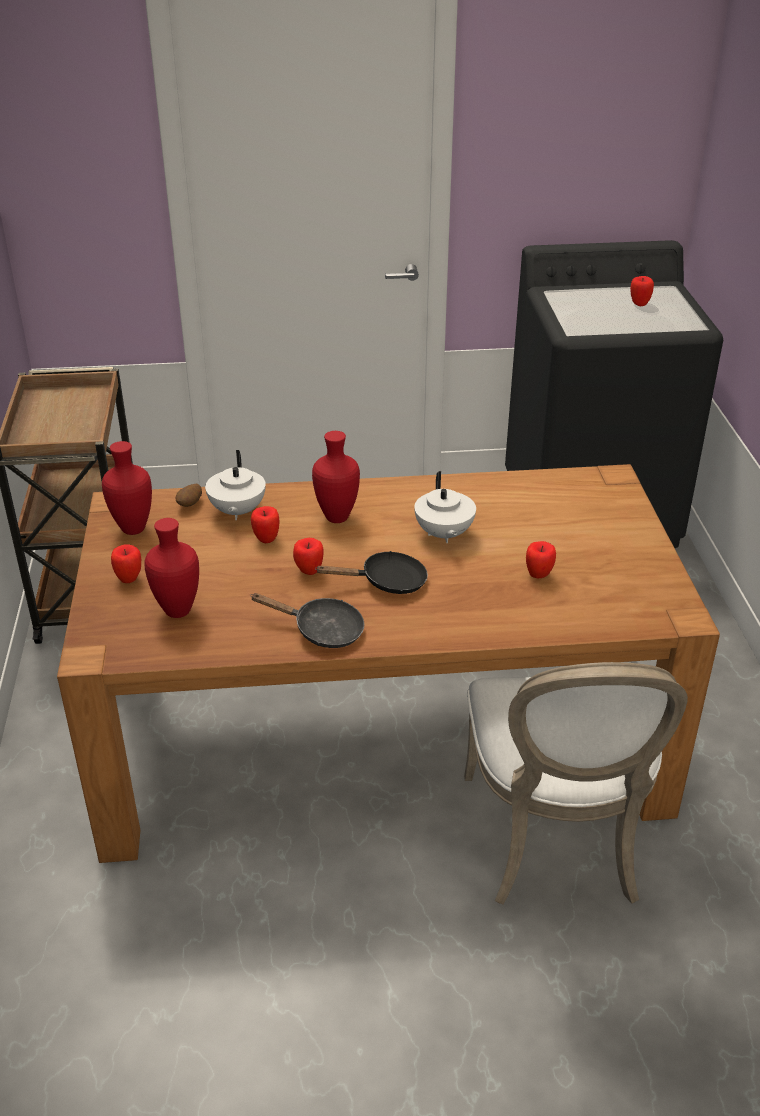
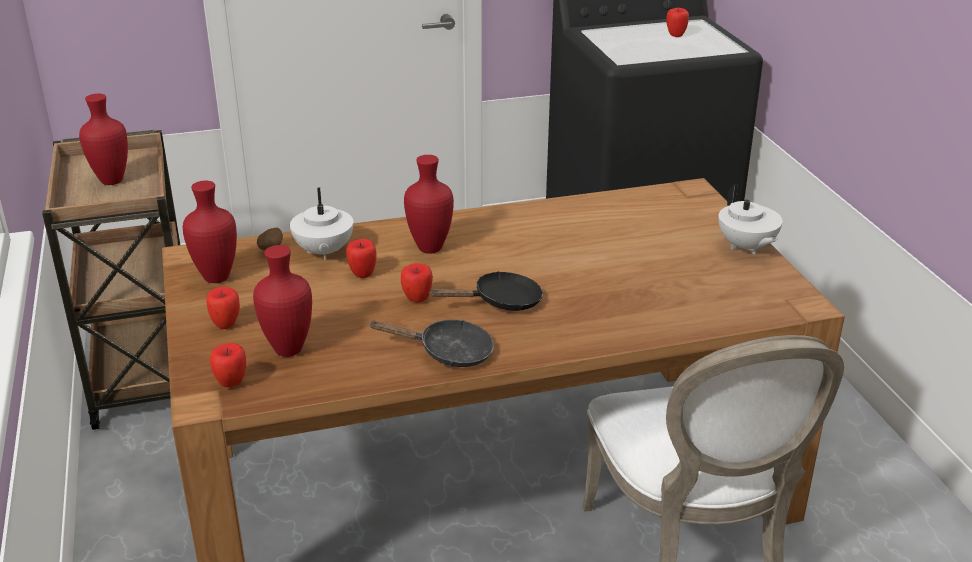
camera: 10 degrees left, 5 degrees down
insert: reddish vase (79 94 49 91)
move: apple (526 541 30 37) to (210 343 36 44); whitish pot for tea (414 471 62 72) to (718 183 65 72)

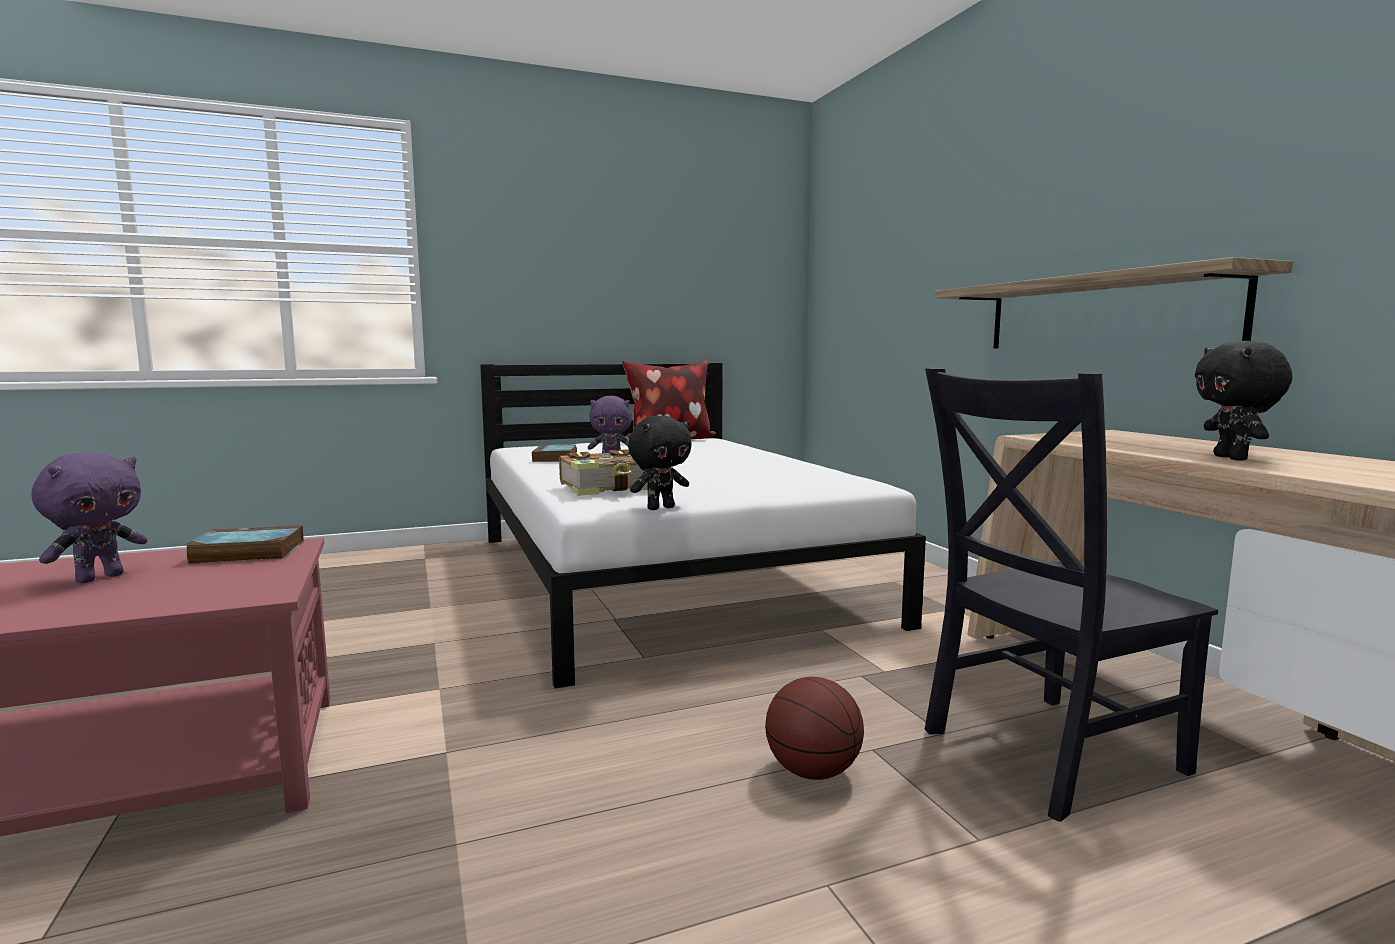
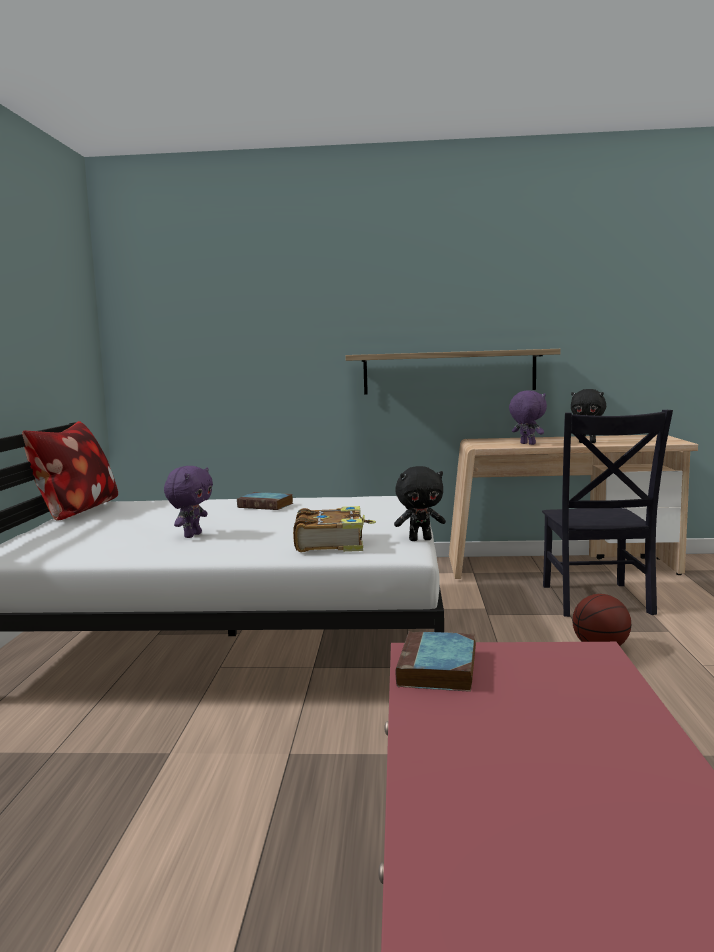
camera: 65 degrees left, 0 degrees up
move: volume (532 445 45 17) to (237 492 57 18); purplish plush toy (31 452 116 131) to (509 390 38 55)
rotate: black plush toy (628 416 64 94) = (394 466 52 75) 90 degrees clockwise

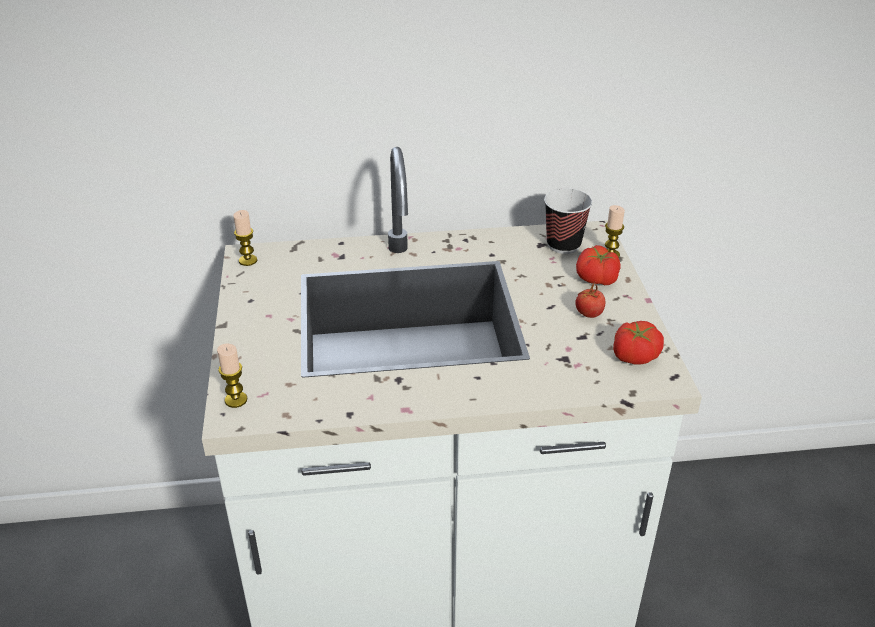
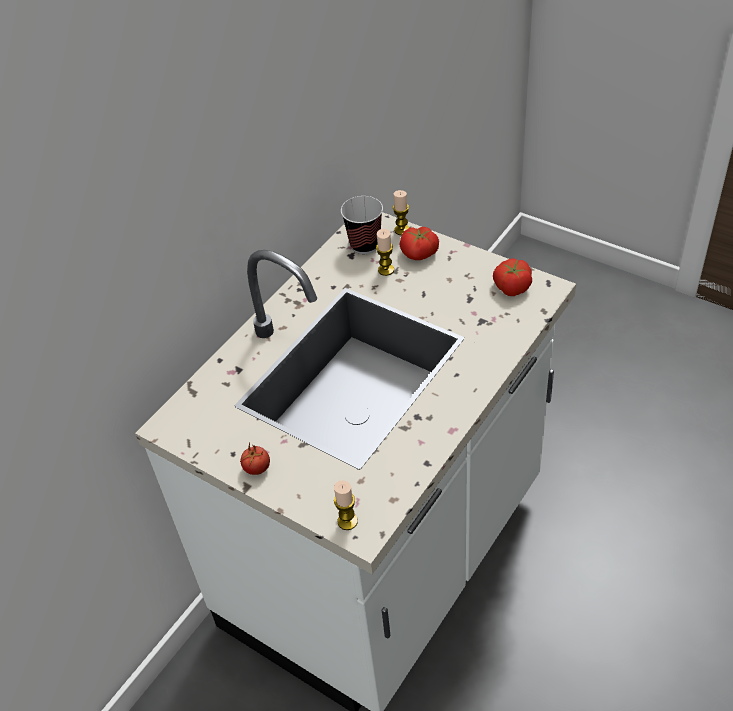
camera: 45 degrees left, 10 degrees up
move: tomato (575 280 30 38) to (240 442 30 33); wax candle (233 210 24 56) to (376 229 18 47)

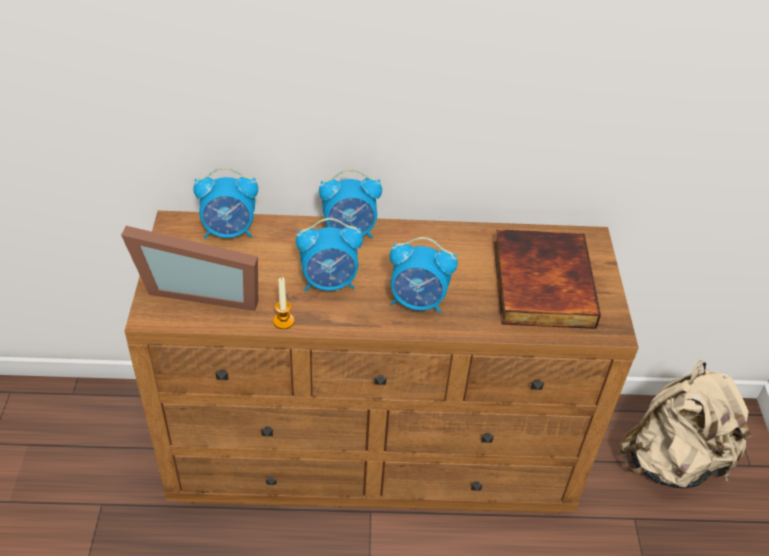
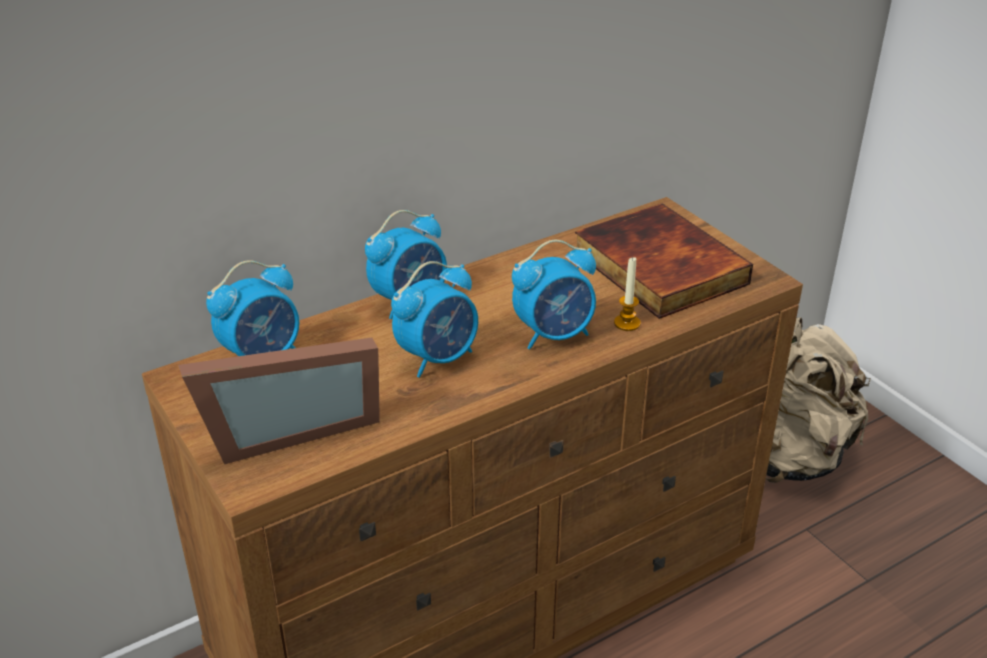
camera: 30 degrees left, 10 degrees down
move: wax candle (273 277 21 52) to (614 257 27 74)

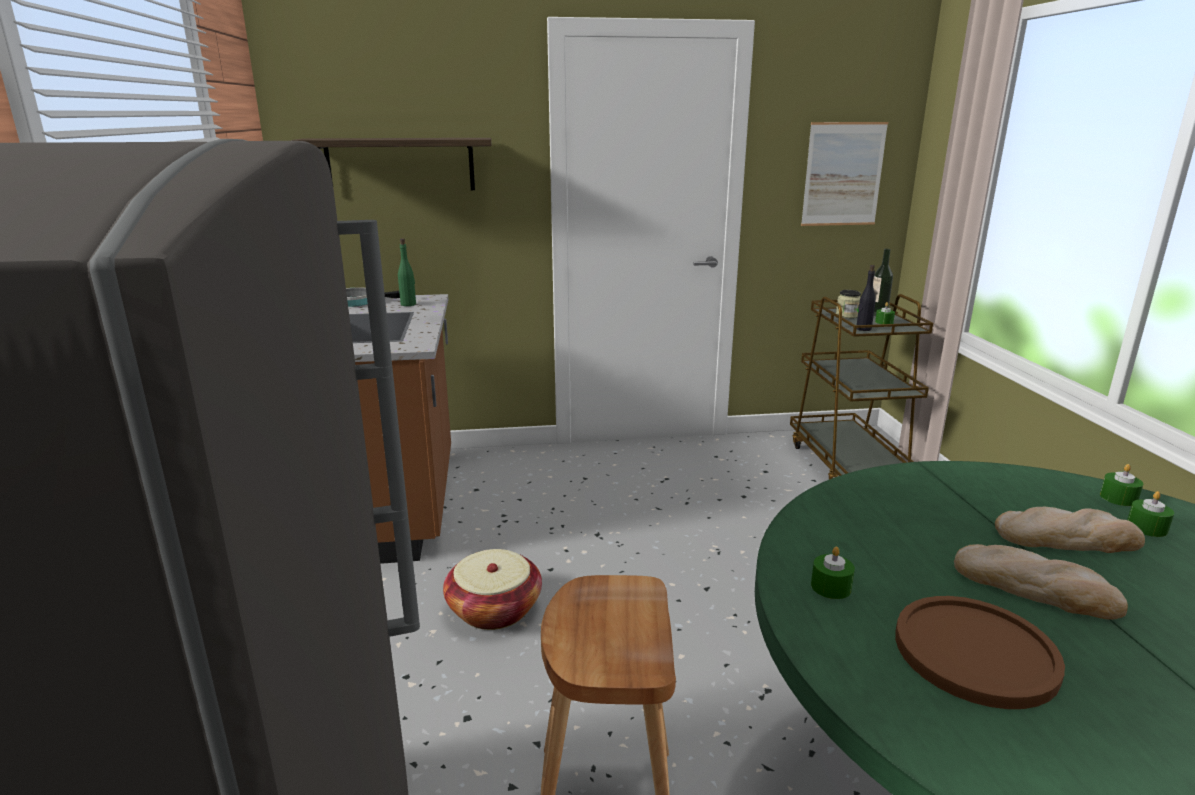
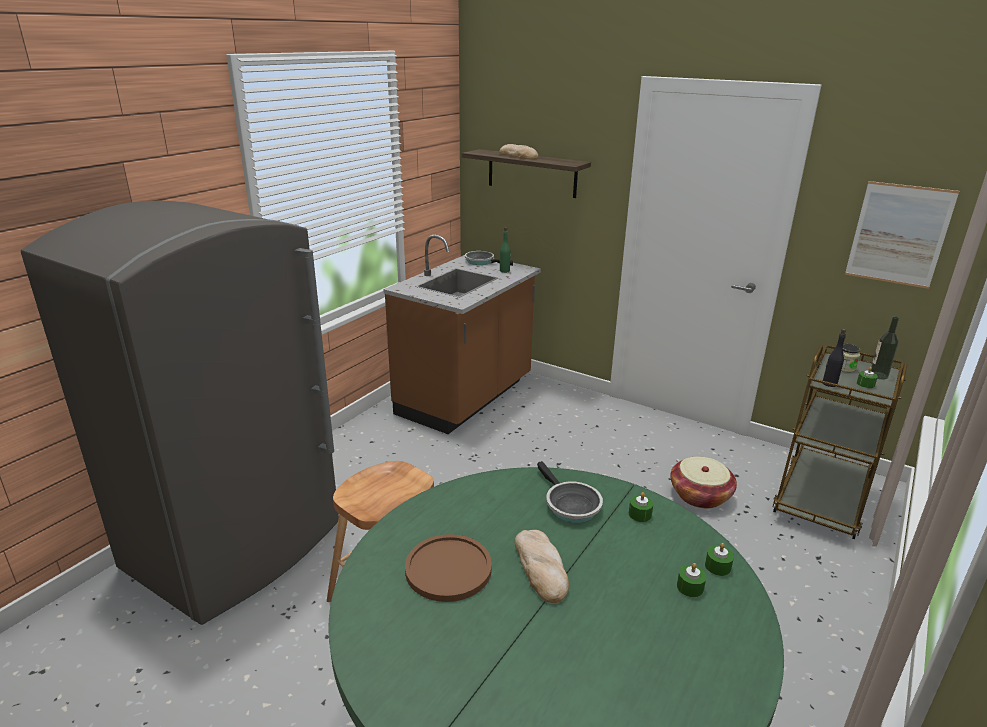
camera: 40 degrees right, 5 degrees up
insert: pan (537 461 66 62)
move: bread (995 507 150 46) to (499 144 39 15); green-coloured wax candle (811 547 44 52) to (629 492 24 30); basket (443 549 99 81) to (670 457 67 51)

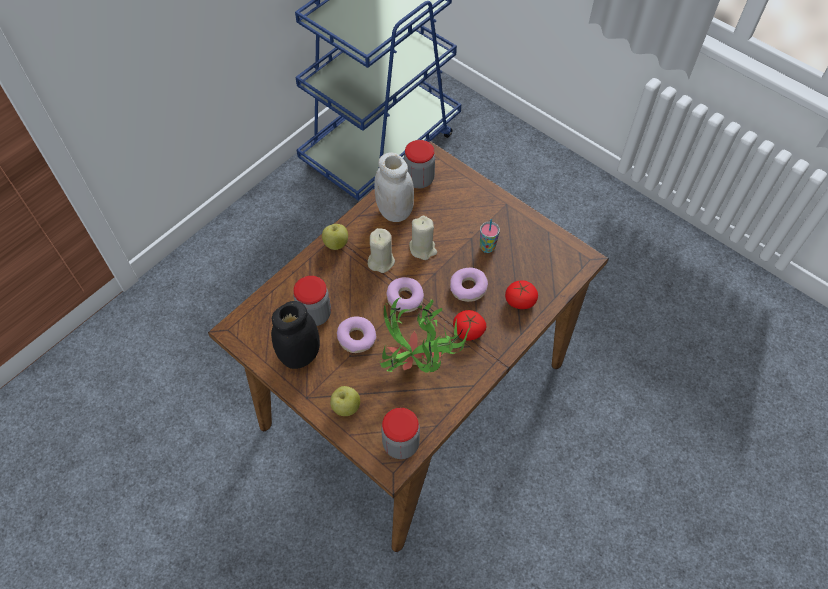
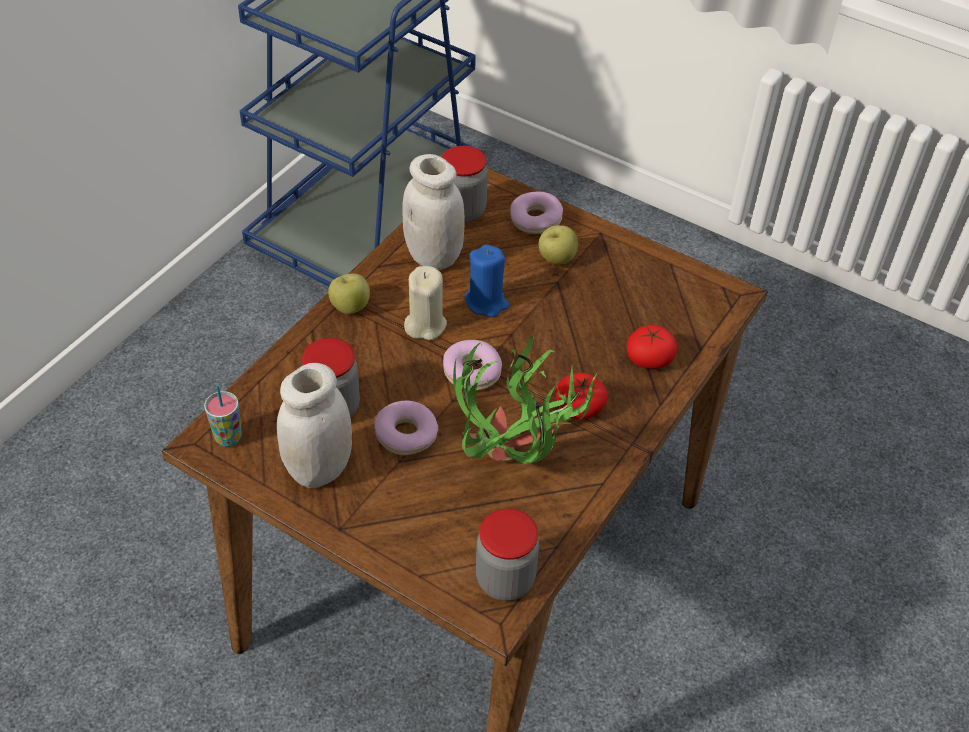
camera: 10 degrees left, 10 degrees down
move: drinking cup (480 219 20 34) to (204 385 38 62); donut (450 268 38 34) to (510 192 53 42); apple (330 386 30 30) to (539 225 39 39)
recolor: black preserve jar (271 301 49 68) to whitish preserve jar (277 363 75 125); beige wax candle (409 216 28 44) to blue-coloured wax candle (465 244 45 73)

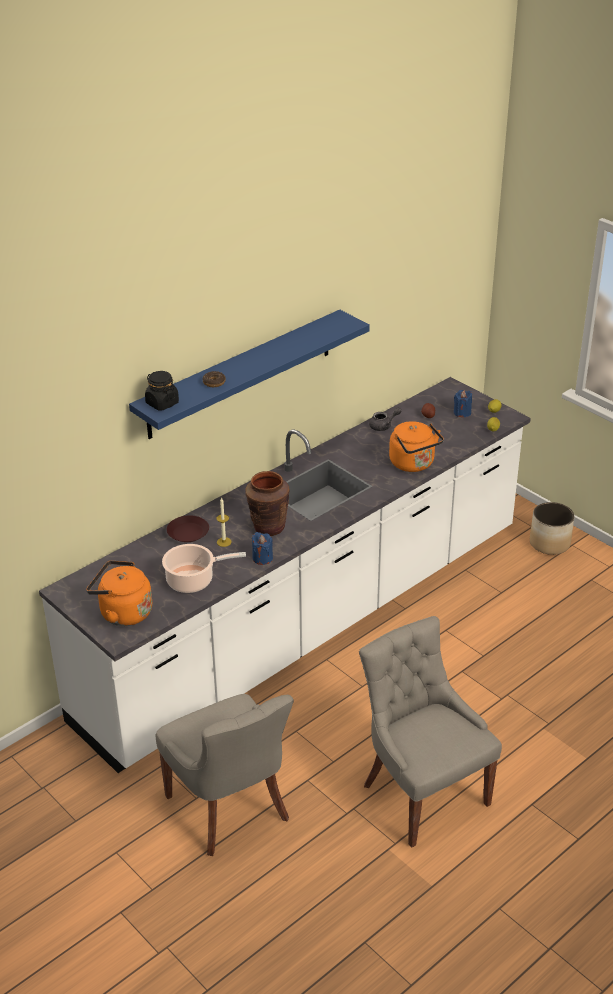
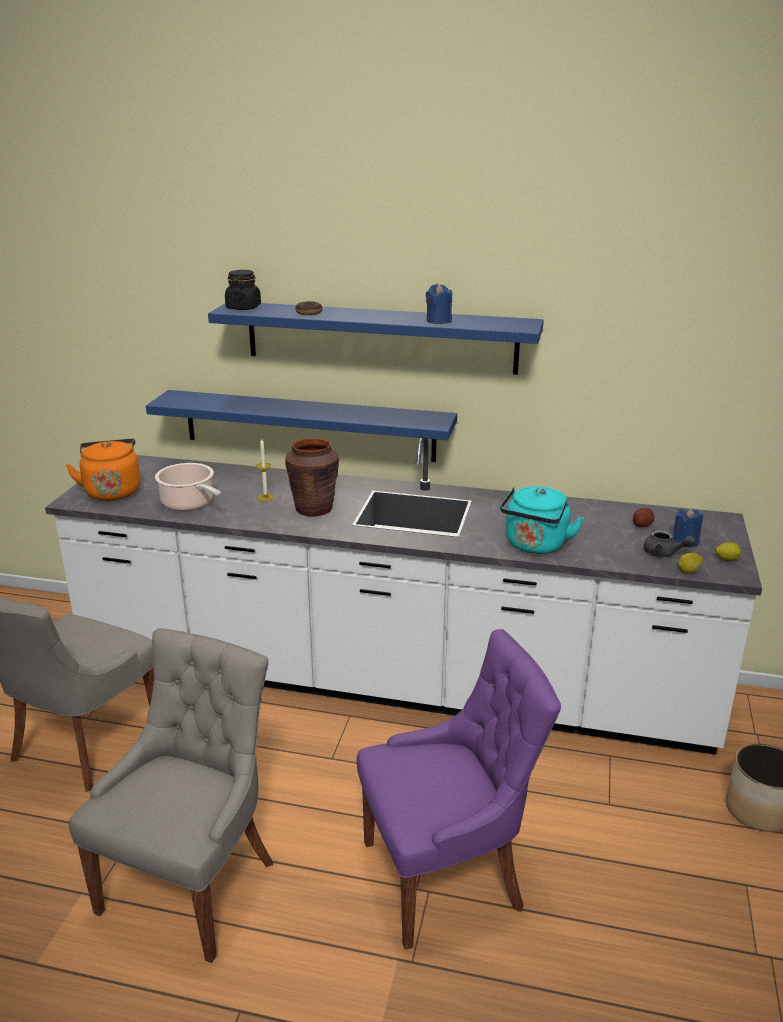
camera: 55 degrees right, 10 degrees down
delete: brown flat dish (167 515 42 27)
insert: blue-coloured wall shelf (146 390 311 72); purplish upright chair (357 629 204 321)
move: blue-coloured wax candle (252 532 21 33) to (426 284 26 40); gray pot for tea (369 407 33 24) to (644 530 52 27)
recolor: orangey water kettle (389 421 55 51) to turquoise water kettle (500 486 84 68)

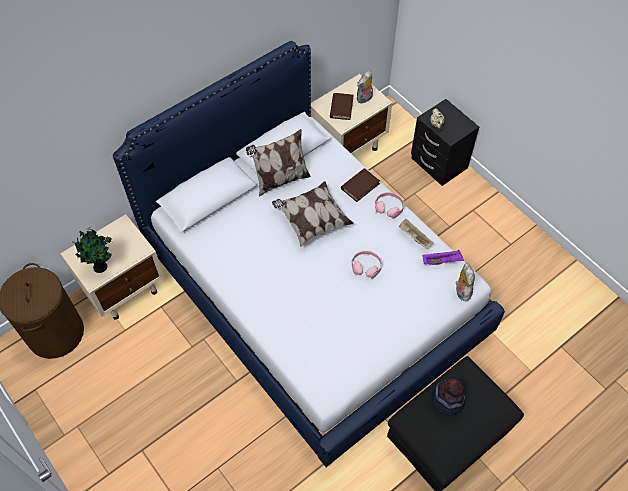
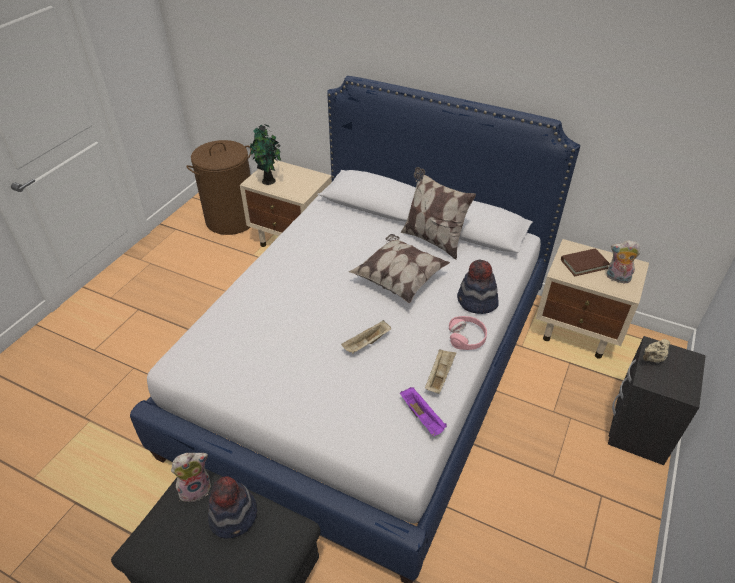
camera: 65 degrees right, 15 degrees down
move: plush toy (456 262 19 40) to (171 453 40 49)
replace: pink headphones (352 250 30 28) to beige tray (341 320 50 34); brown volume (341 168 39 34) to wearable hat (457 259 42 55)

